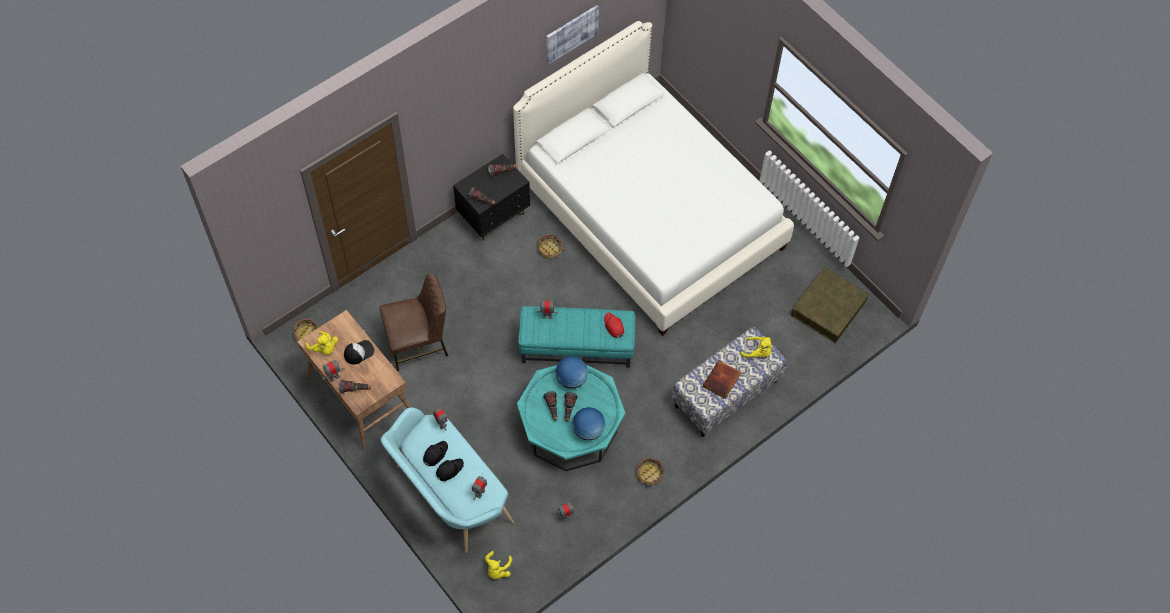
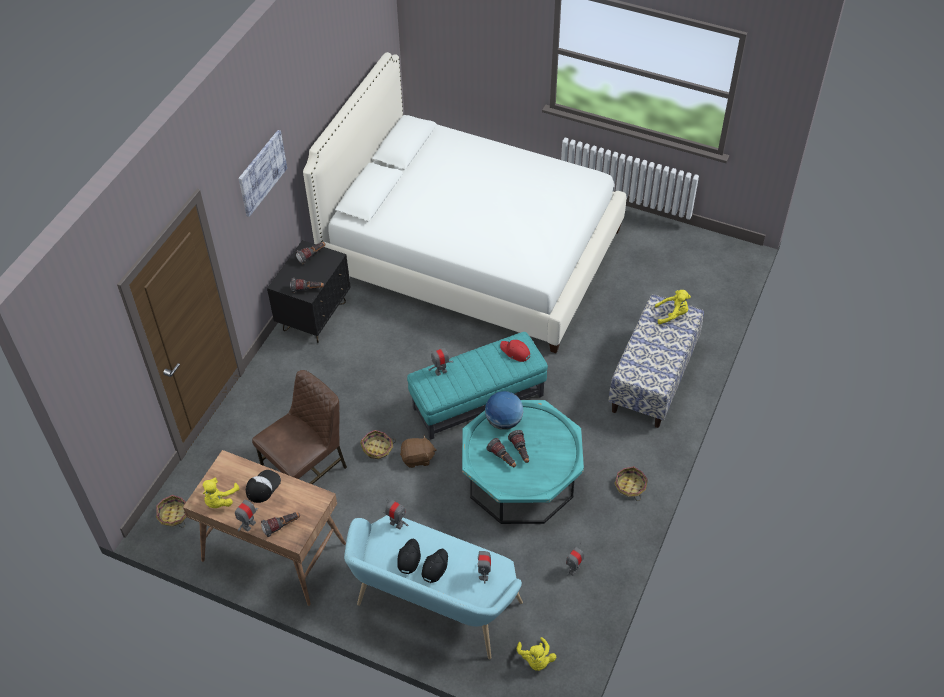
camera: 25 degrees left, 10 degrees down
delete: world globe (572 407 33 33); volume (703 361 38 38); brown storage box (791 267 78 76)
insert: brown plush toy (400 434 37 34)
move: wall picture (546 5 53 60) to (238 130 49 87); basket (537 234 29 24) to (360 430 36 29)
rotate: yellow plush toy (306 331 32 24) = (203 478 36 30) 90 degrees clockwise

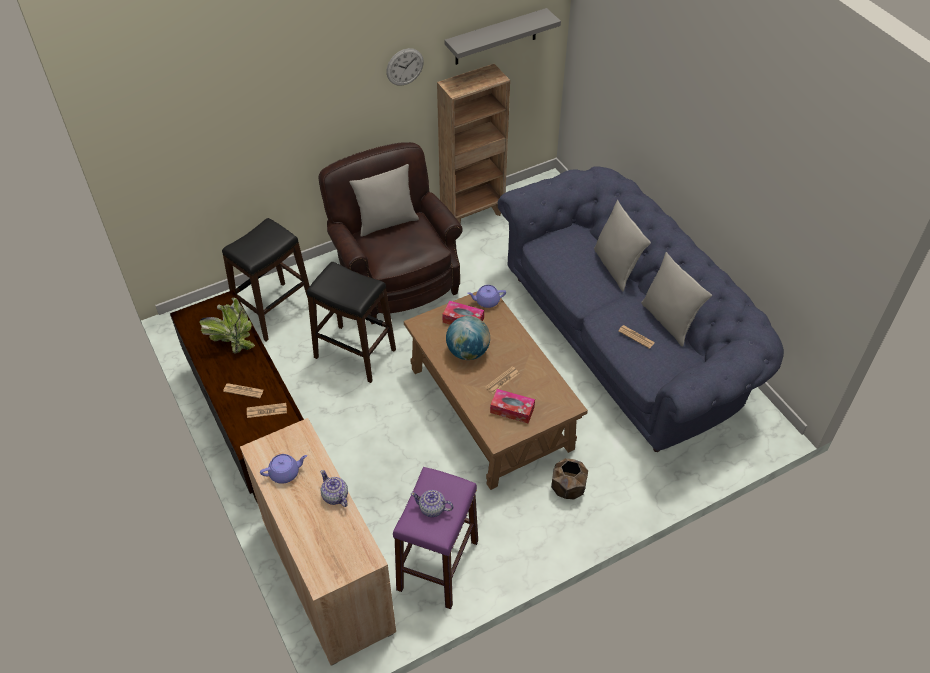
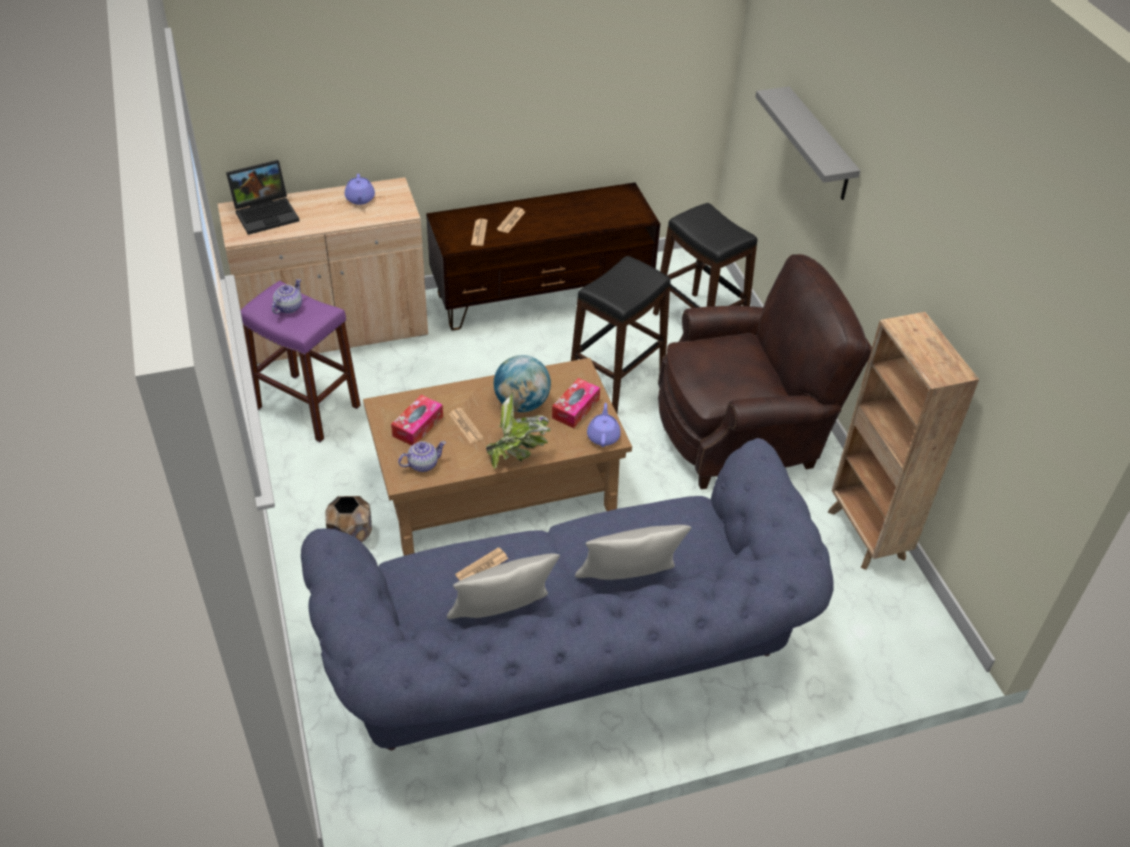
camera: 100 degrees right, 5 degrees down
delete: gray cushion (350 164 69 73); clock on the wall (386 48 38 38)
insert: laptop (226 160 74 75)
move: pot for tea (321 470 27 37) to (398 441 48 31); potted plant (199 298 56 56) to (486 392 65 78); gray wall shelf (445 8 116 57) to (755 87 105 113)

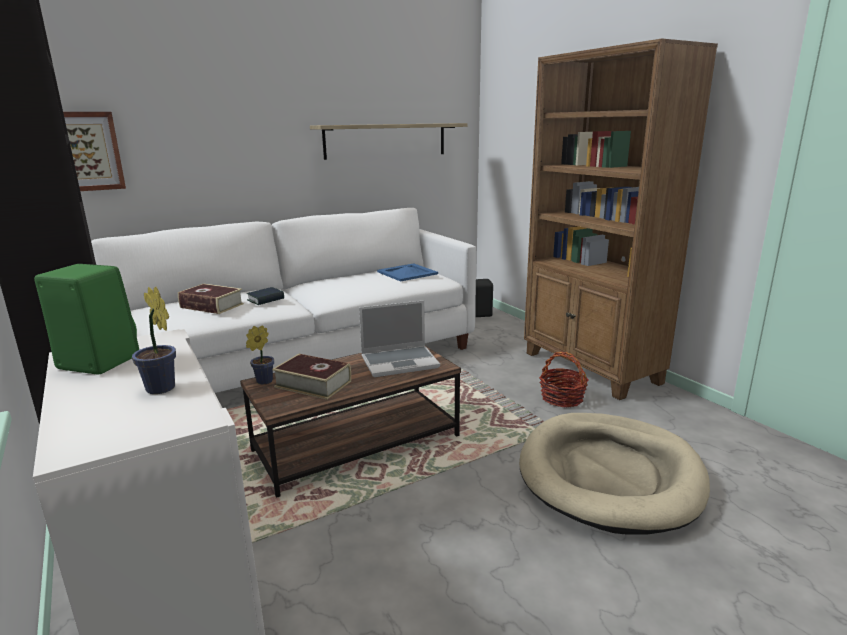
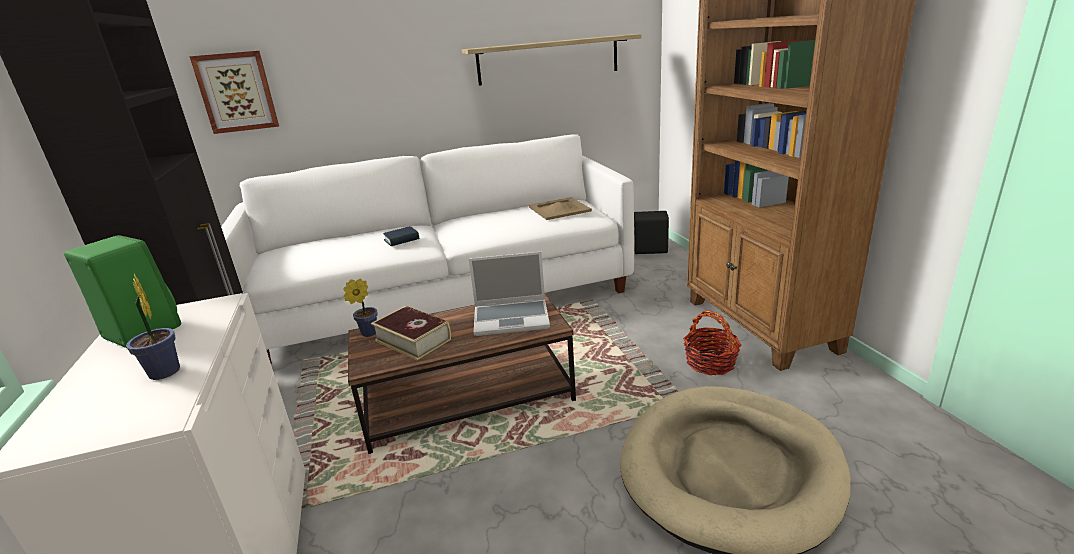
camera: 15 degrees right, 5 degrees up
delete: volume (178 284 66 30)
recolor: blue-coloured tray (377 263 61 19) to beige tray (529 197 63 23)

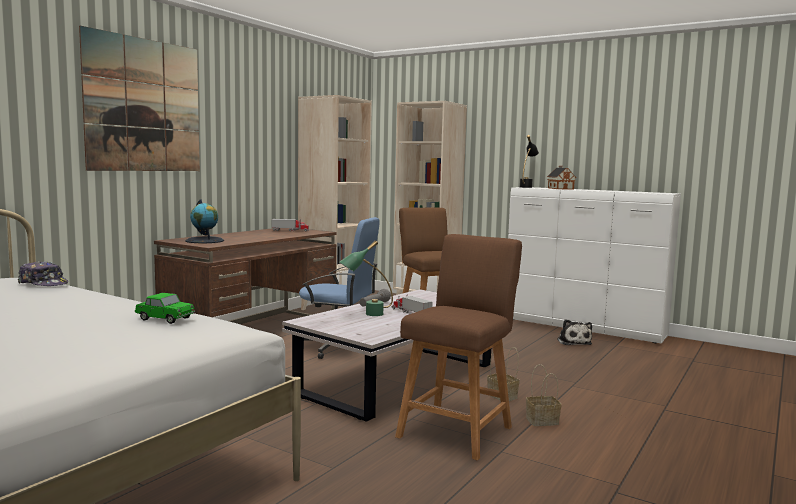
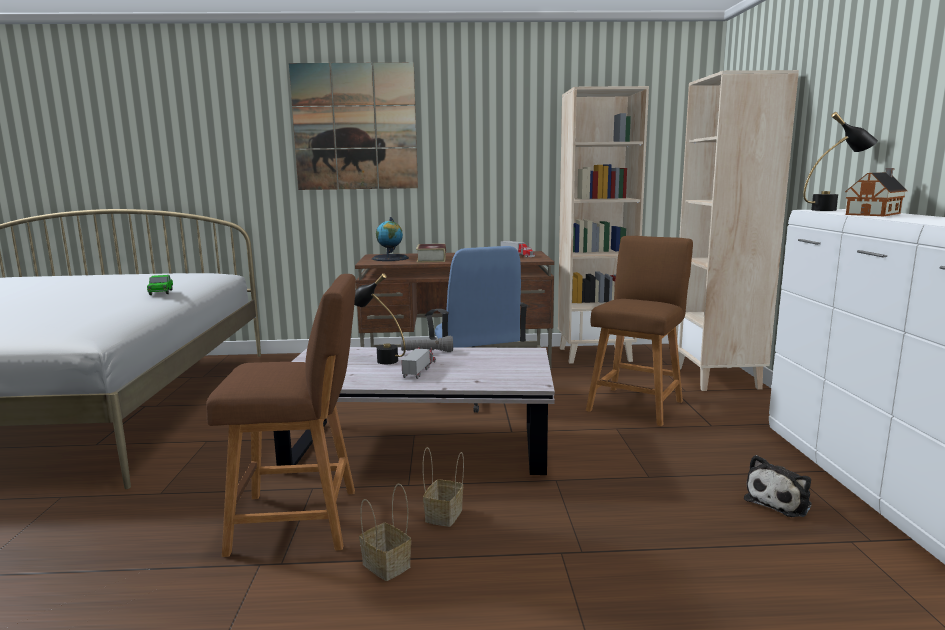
camera: 55 degrees right, 5 degrees up
delete: cap (18 261 50 25)
insert: volume (416 244 30 19)
move: model car (135 293 60 31) to (147 275 26 20)
recolor: green-coloured tabletop lamp (339 240 54 76) to black tabletop lamp (354 273 52 91)

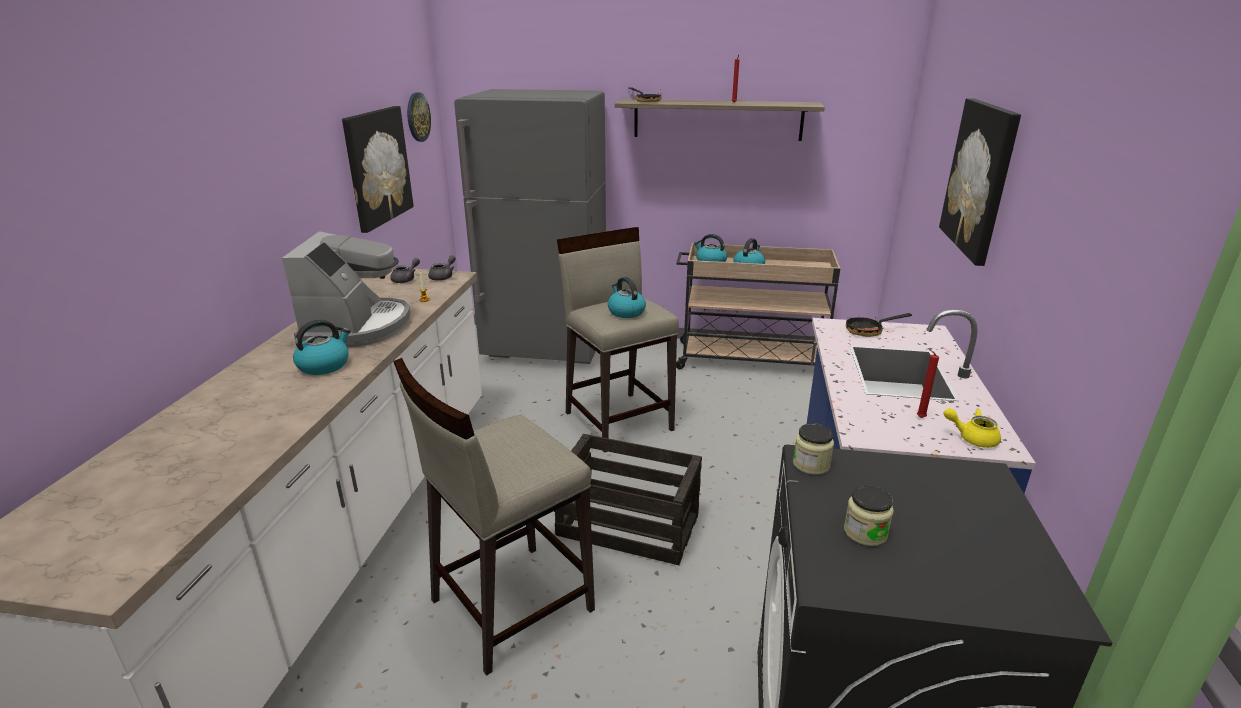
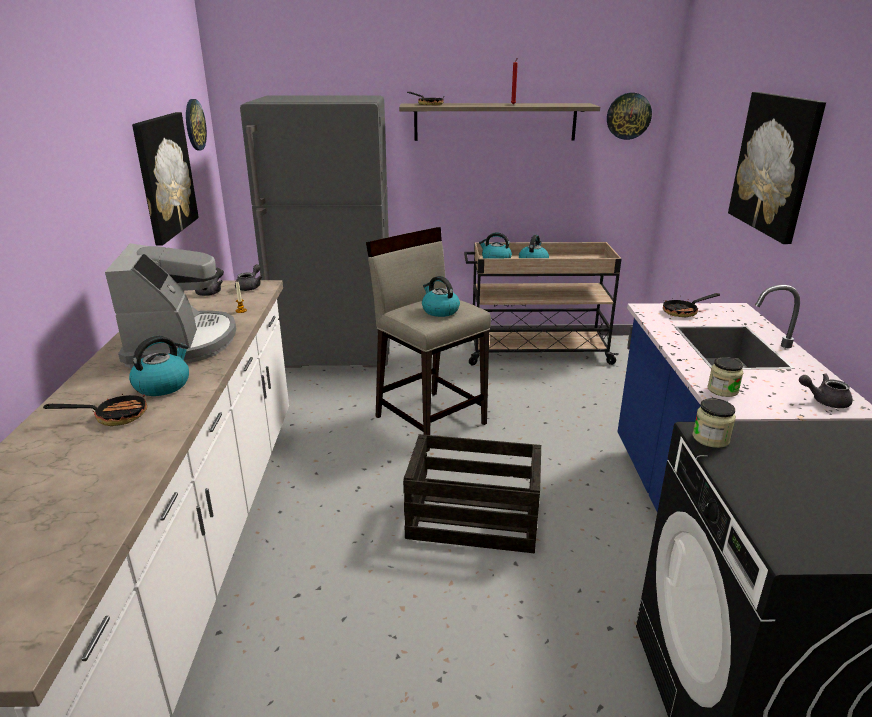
camera: 10 degrees left, 0 degrees up
delete: beige stool (393 358 202 318); reddish wax candle (917 348 22 70)
insert: pan (43 391 104 35); clock on the wall (607 93 45 47)
move: preserve jar (844 485 50 61) to (708 357 35 40)
recolor: yellow pot for tea (943 408 58 40) to gray pot for tea (799 373 54 35)

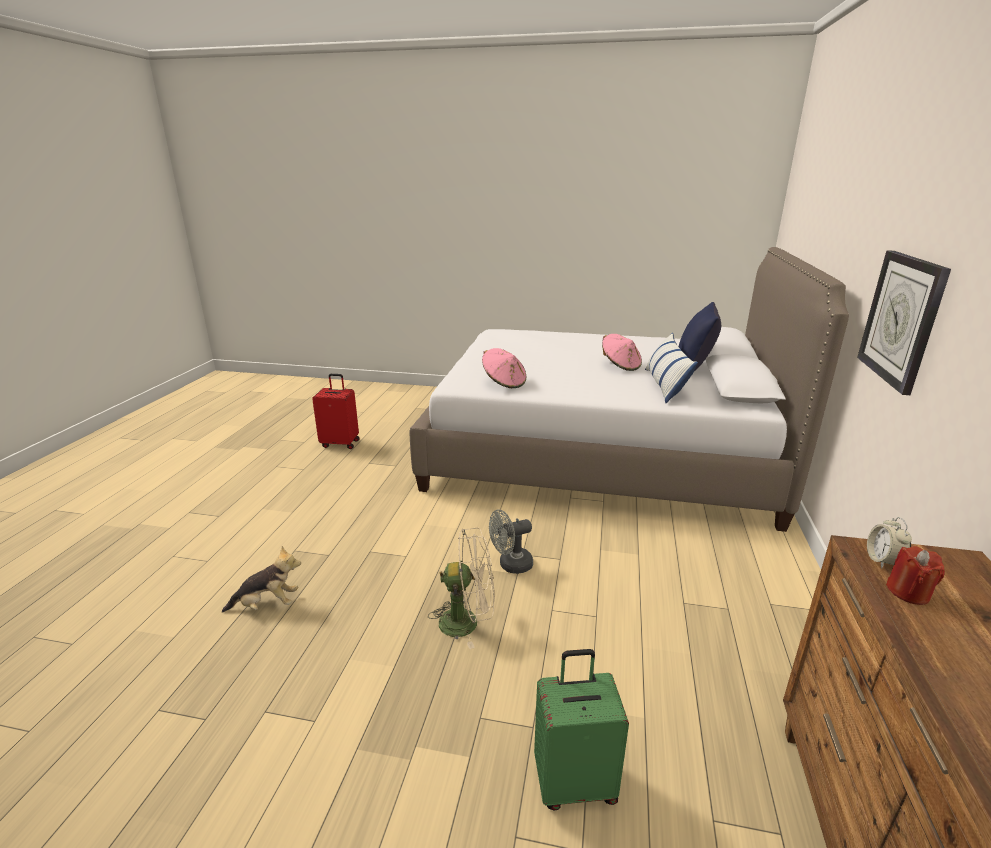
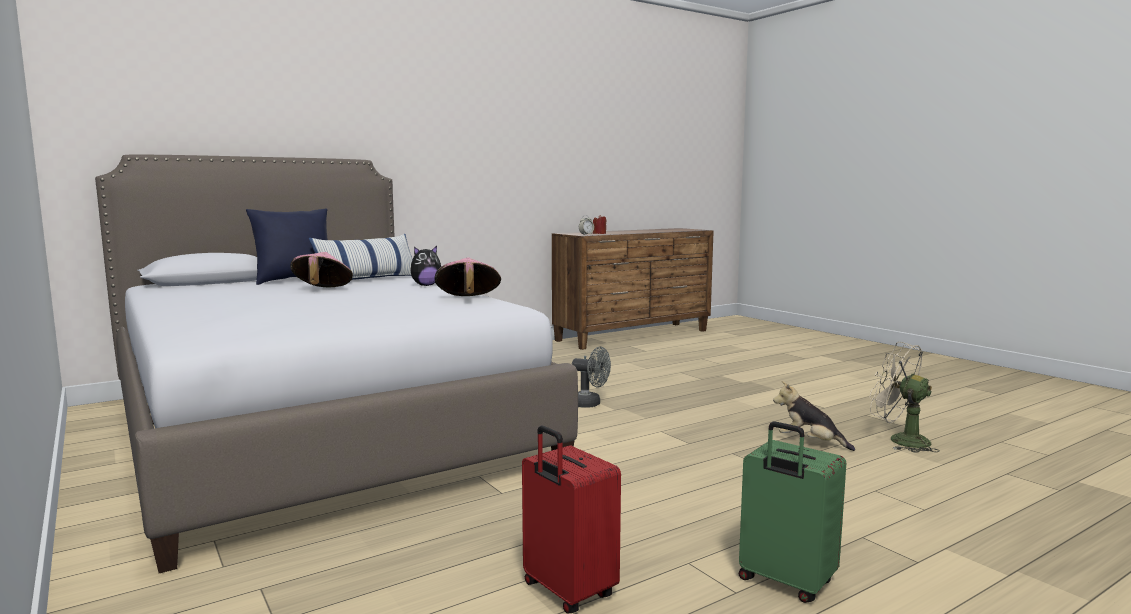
camera: 135 degrees left, 15 degrees down
delete: clock on the wall (857 250 94 145)
insert: plush toy (410 246 31 40)
move: green-coloured suitcase (534 649 95 162) to (739 421 107 182); beige fan (428 528 67 121) to (870 342 70 111)

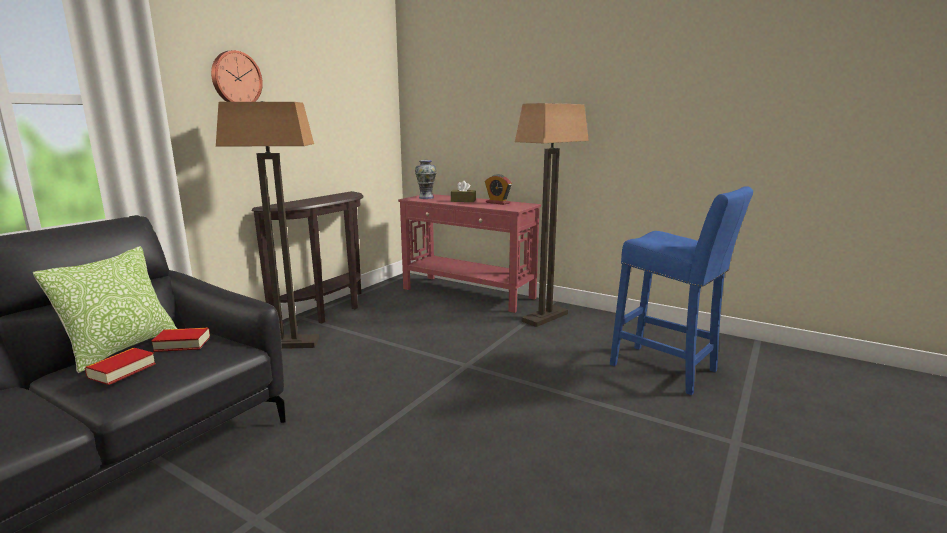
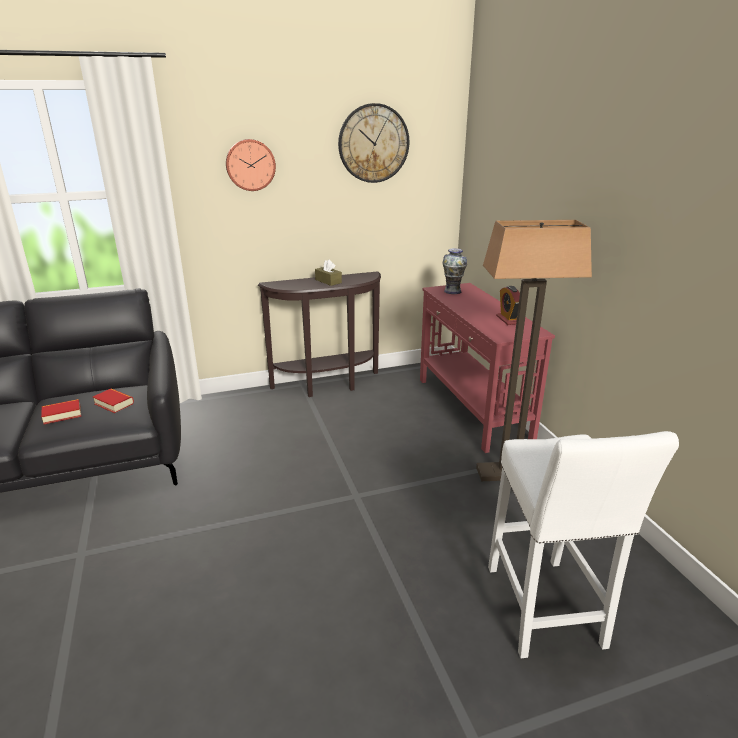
camera: 40 degrees right, 10 degrees up
delete: cushion (33 246 144 127); standard lamp (216 101 103 248)
insert: clock on the wall (338 103 71 80)
move: brown tissue box (451 181 25 21) to (315 259 27 27)
recolor: blue-coloured stool (610 186 143 209) to whitish stool (488 431 191 227)

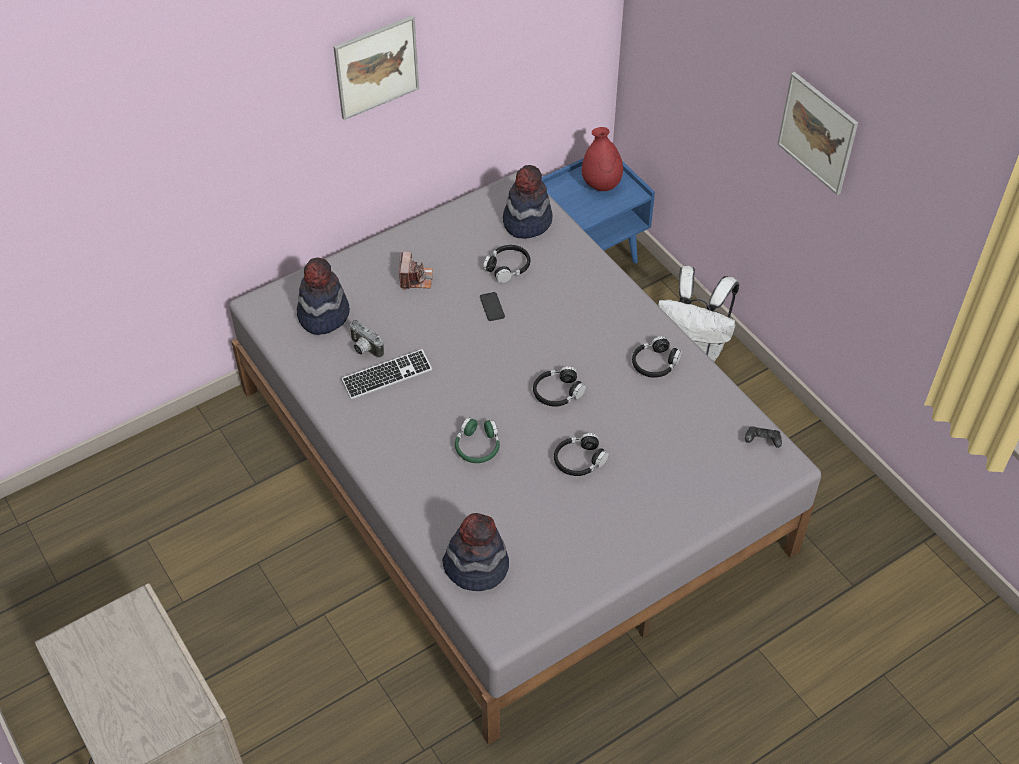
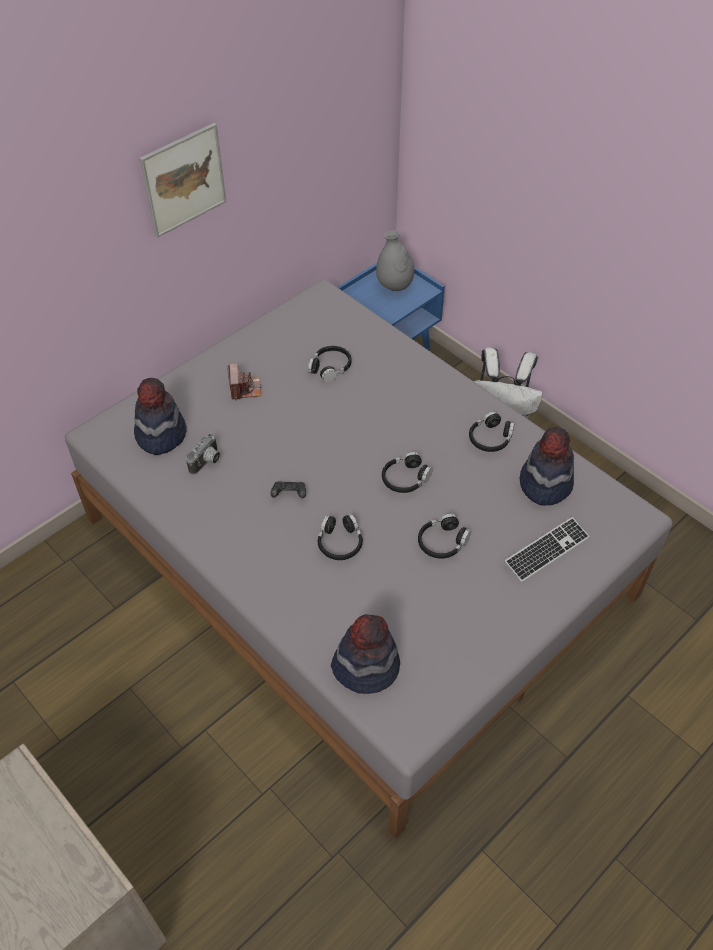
camera: 10 degrees left, 0 degrees up
delete: phone (480 292 25 29); wall picture (777 72 81 123)
move: black gamepad (745 426 37 22) to (271 481 35 17); computer keyboard (341 349 91 50) to (504 517 86 65); wearable hat (503 165 50 74) to (520 427 54 79)
recolor: green-coloured headphones (455 417 45 46) to black headphones (318 514 45 46); reddish vase (582 127 41 64) to gray vase (376 231 38 60)
rotate: still camera (349 320 35 38) = (186 434 34 41) 90 degrees counterclockwise

